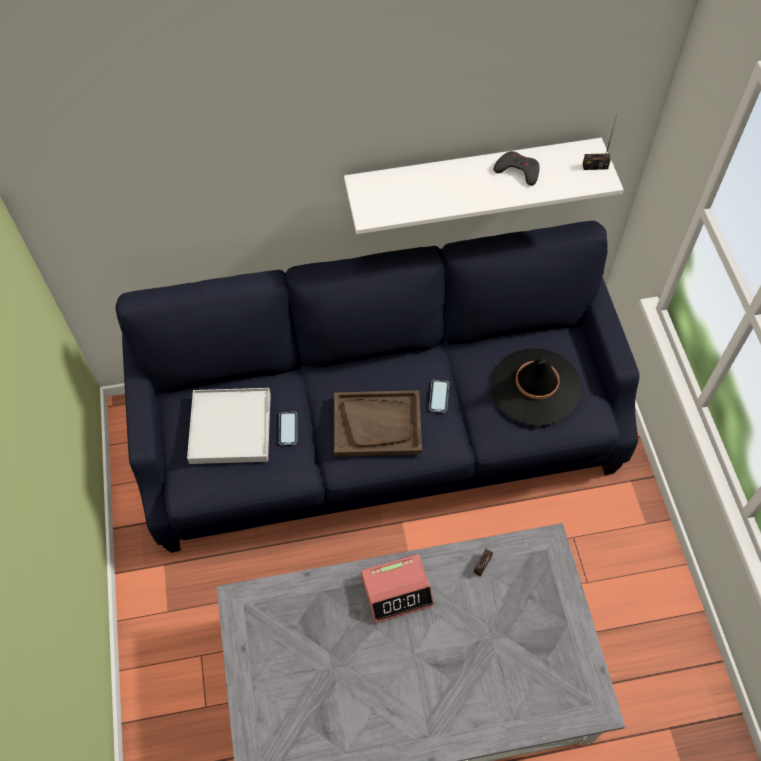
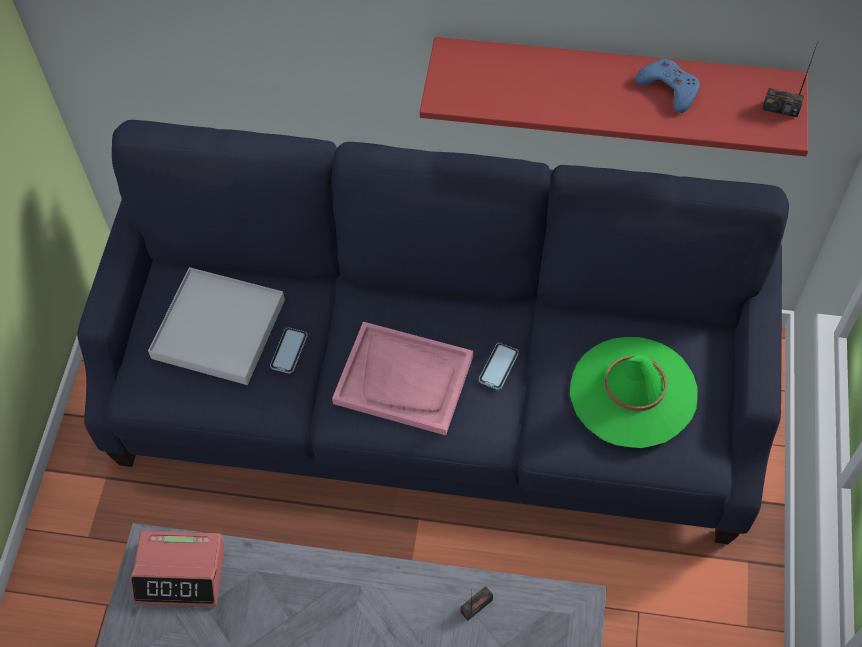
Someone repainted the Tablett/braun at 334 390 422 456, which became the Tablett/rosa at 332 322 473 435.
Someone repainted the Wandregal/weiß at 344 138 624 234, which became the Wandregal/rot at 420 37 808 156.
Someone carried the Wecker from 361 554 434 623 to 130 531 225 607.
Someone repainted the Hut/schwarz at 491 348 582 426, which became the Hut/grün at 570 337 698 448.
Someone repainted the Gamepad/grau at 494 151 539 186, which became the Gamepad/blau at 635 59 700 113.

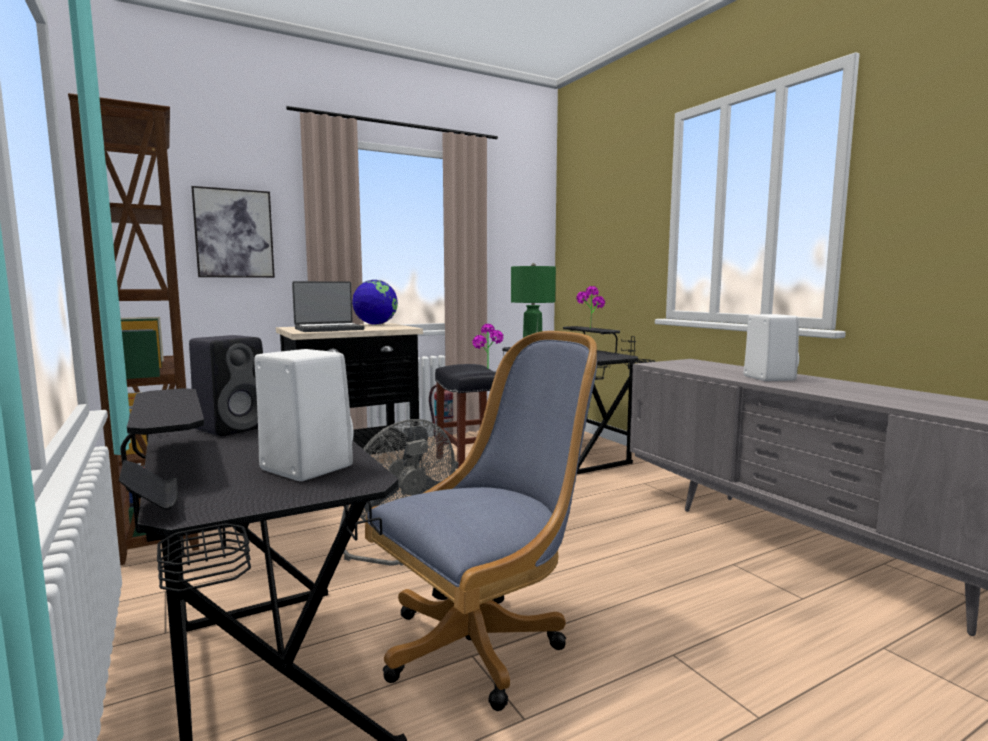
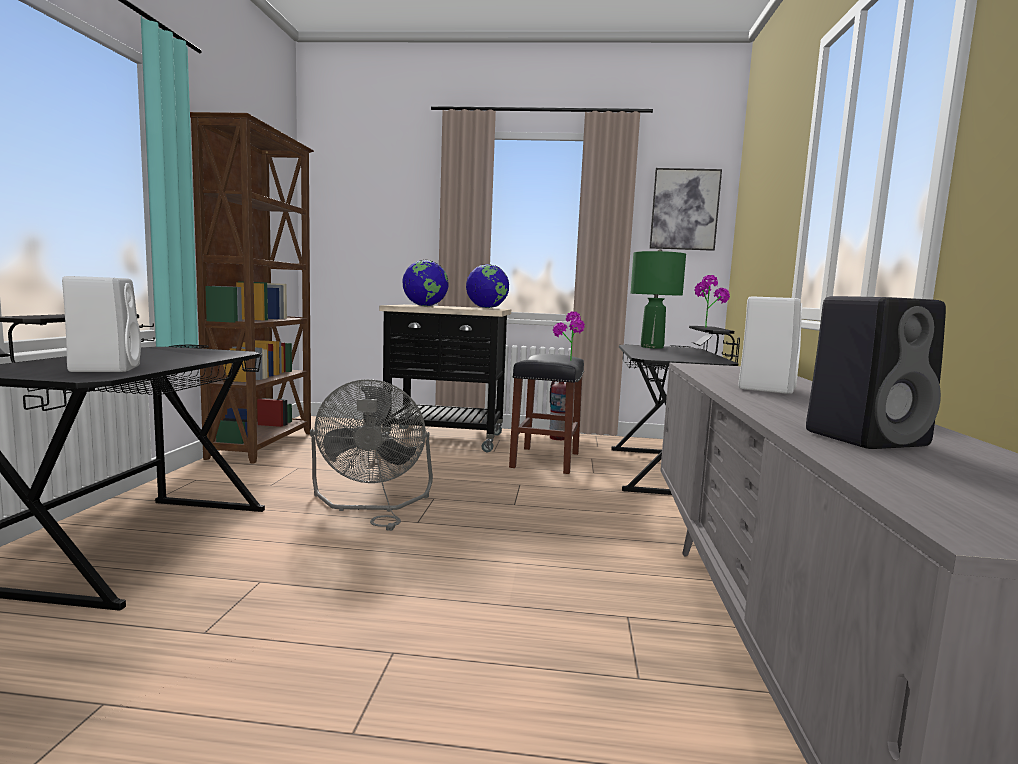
Someone carried the Lautsprecher/schwarz from 189 335 263 436 to 806 296 946 449.
Someone carried the Bild from 191 186 275 278 to 649 168 722 251.
Someone swapped the Laptop at 292 281 365 332 for the Globus at 402 260 449 306.
Someone took away the Bürostuhl/blau at 365 331 597 711.

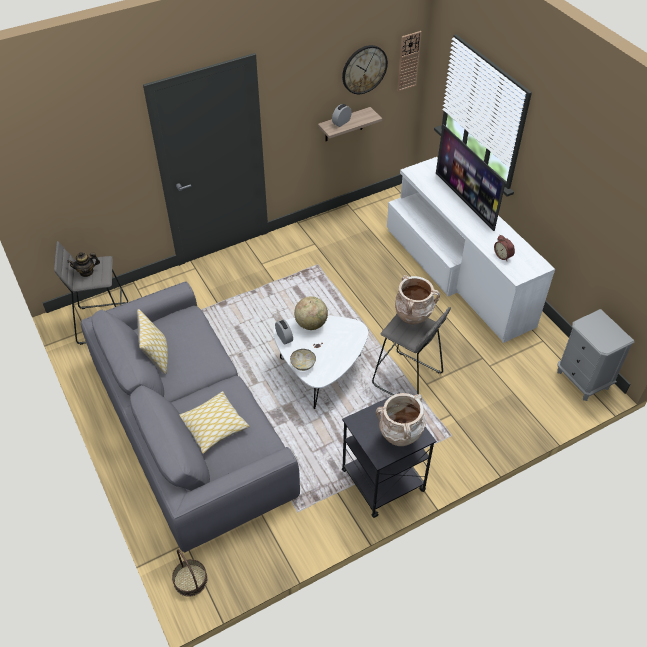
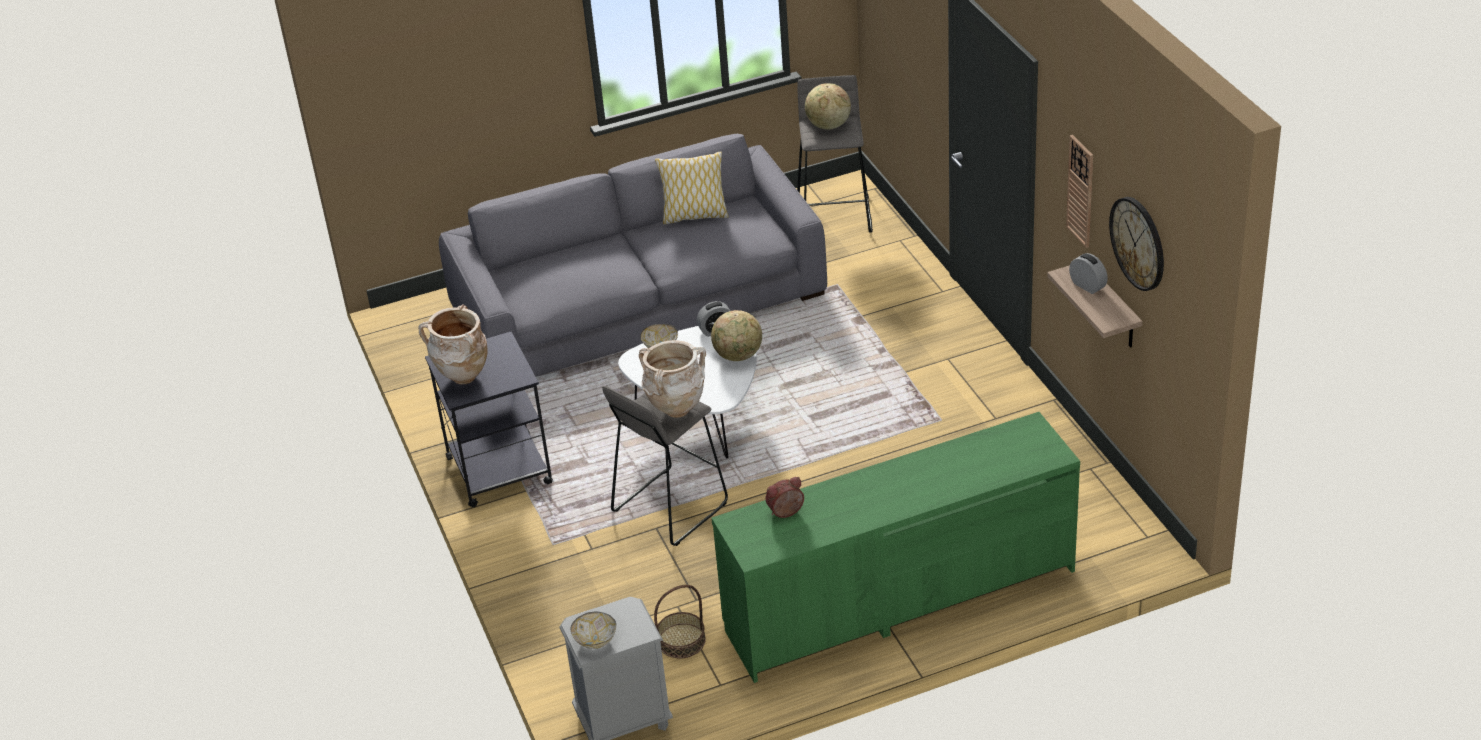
Someone swapped the Teekanne at 67 252 100 277 for the Globus at 805 83 851 129.
Someone carried the Korb from 172 549 208 597 to 654 585 706 658.
Someone took away the Kissen at 180 391 250 454.
Someone repainted the Fernsehschrank/weiß at 387 157 555 343, which became the Fernsehschrank/grün at 711 412 1080 683.
Someone carried the Wanduhr from 397 31 422 91 to 1066 135 1093 248.
Someone took away the Fernseher at 436 124 506 231.
Someone put down the Schüssel at 571 611 616 649.

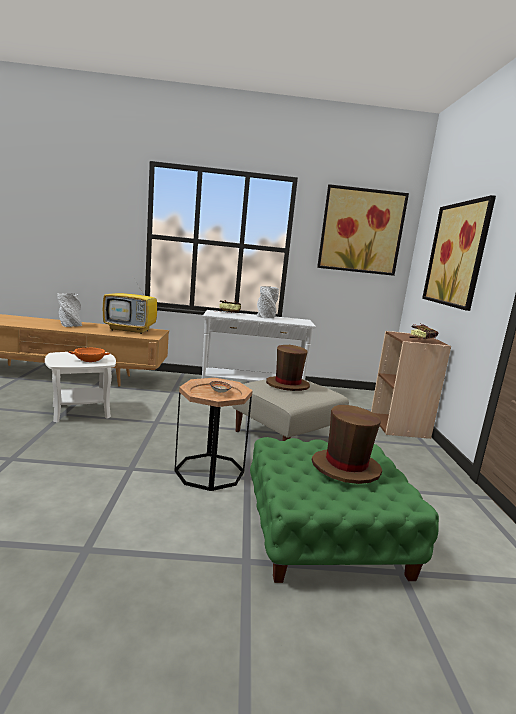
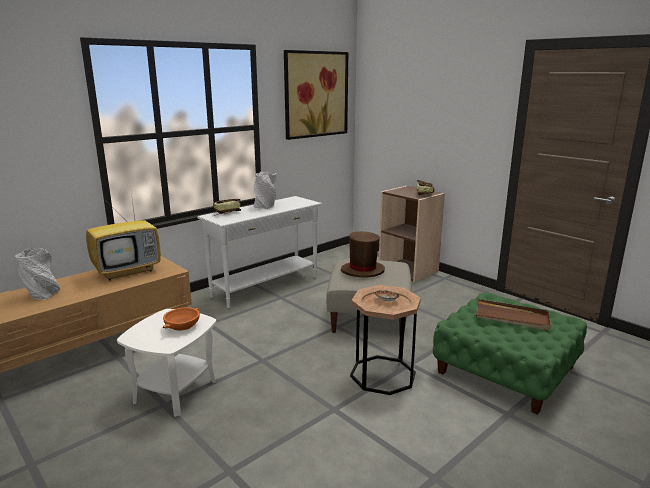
Someone swapped the Hut/braun at 312 405 382 484 for the Tablett/braun at 476 299 551 330.
Someone took away the Bild at 422 195 496 311.

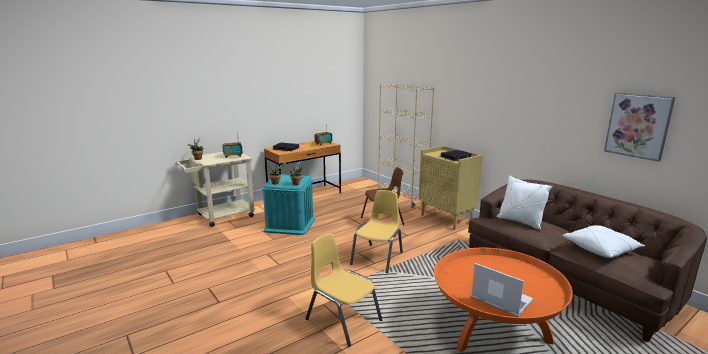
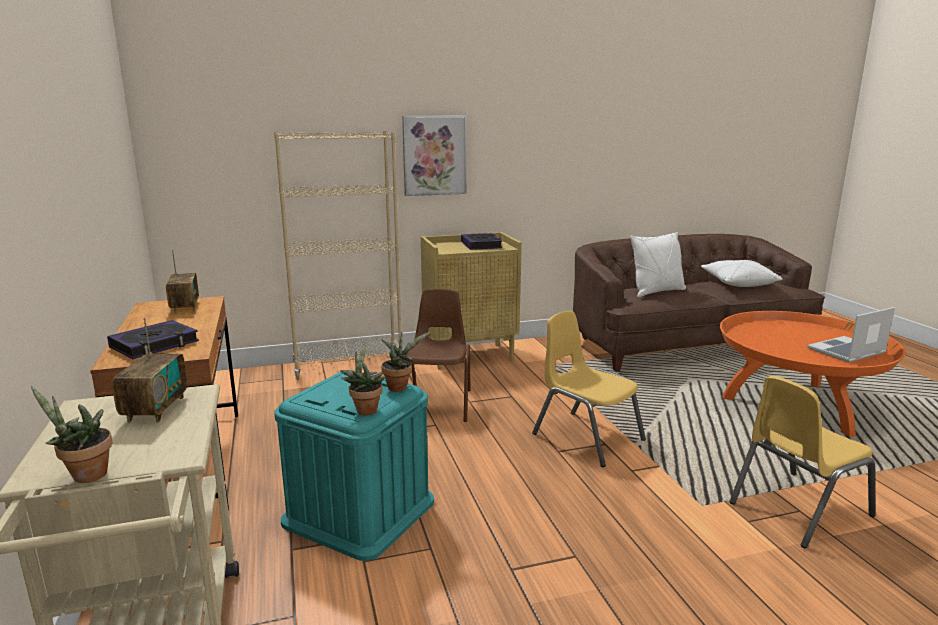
Someone carried the Bild from 604 92 675 162 to 402 115 466 196.

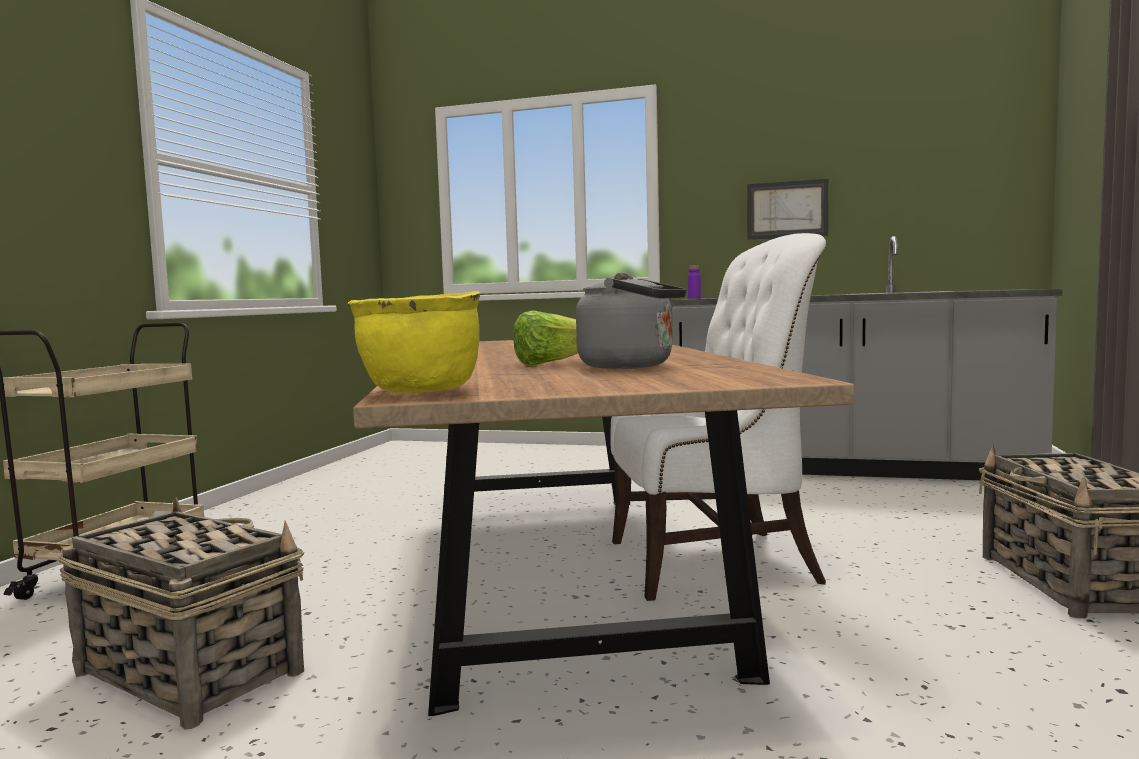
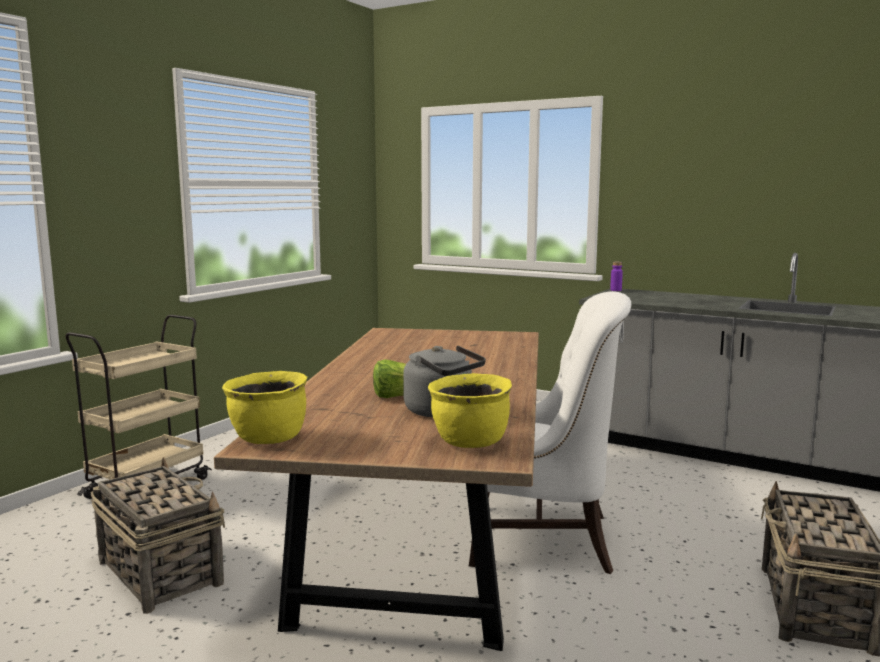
Someone took away the Bild at 747 179 828 240.
Someone put down the Kochtopf/gelb at 428 373 512 448.

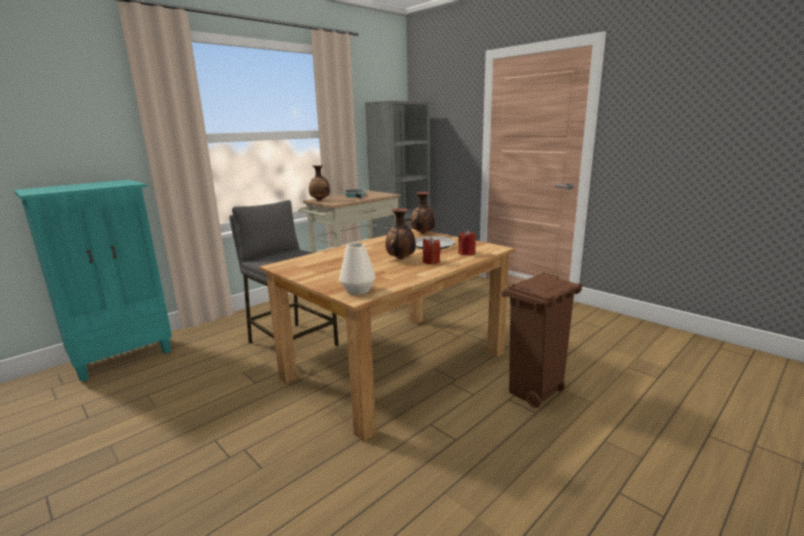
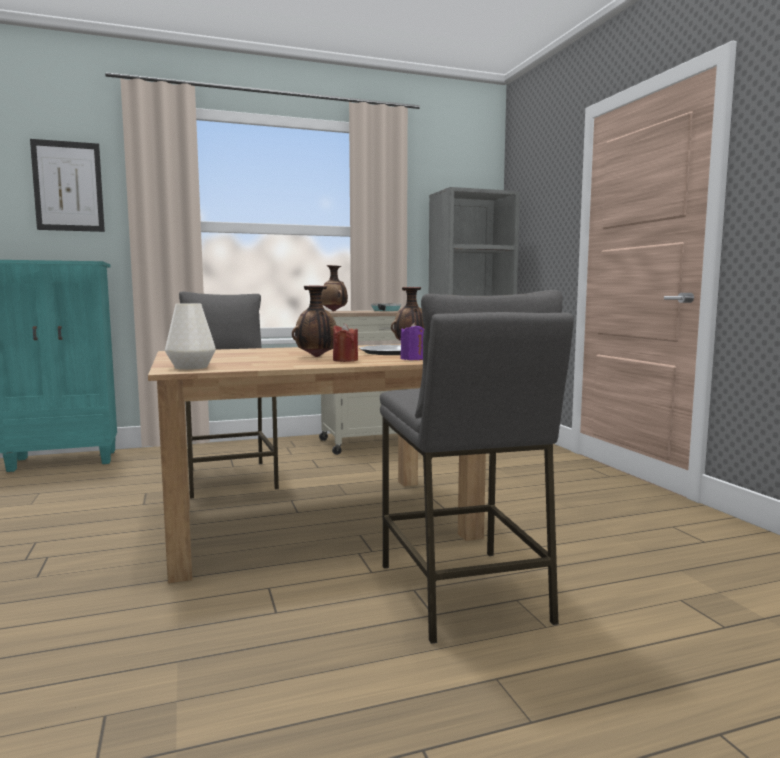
Someone repainted the Kerze/rot at 458 230 476 256, which became the Kerze/lila at 400 323 424 360.
Someone swapped the Mülleimer/braun at 502 272 583 408 for the Hocker/grau at 380 290 574 644.
Someone put up the Bild at 30 139 105 232.

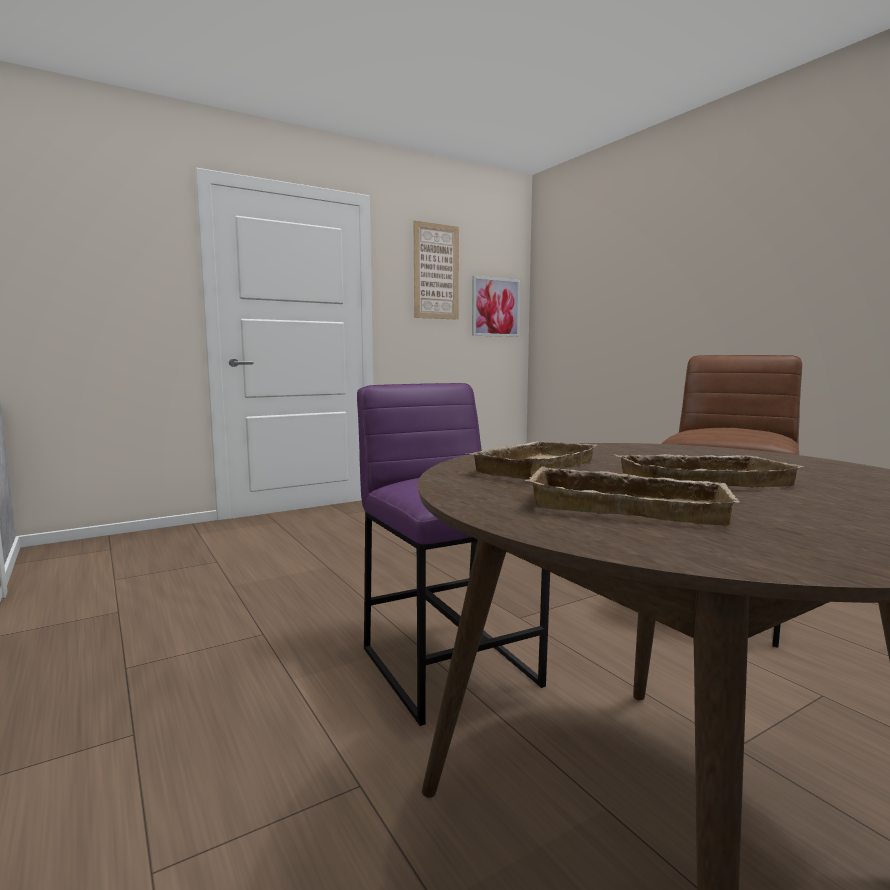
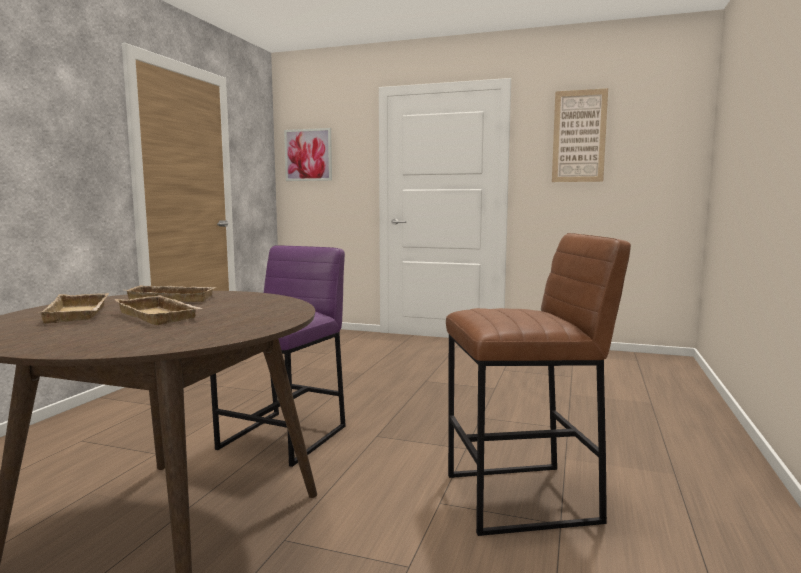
Someone carried the Bild from 472 276 520 337 to 284 128 332 181.

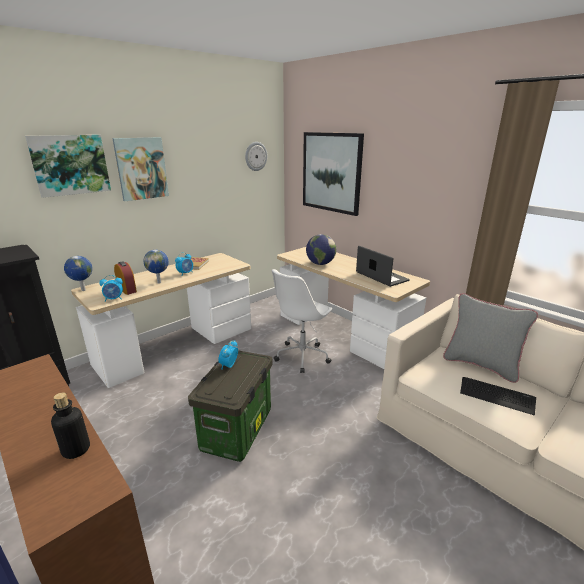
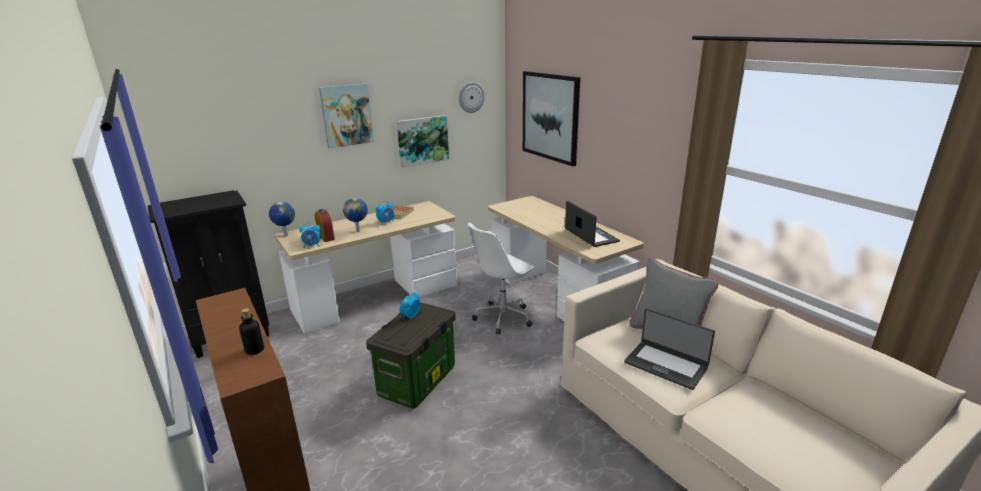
Someone carried the Bild from 25 135 111 198 to 397 115 449 168.
Someone took away the Globus at 306 234 336 265.
Someone swapped the Tastatur at 460 377 536 415 for the Laptop at 624 308 715 390.

